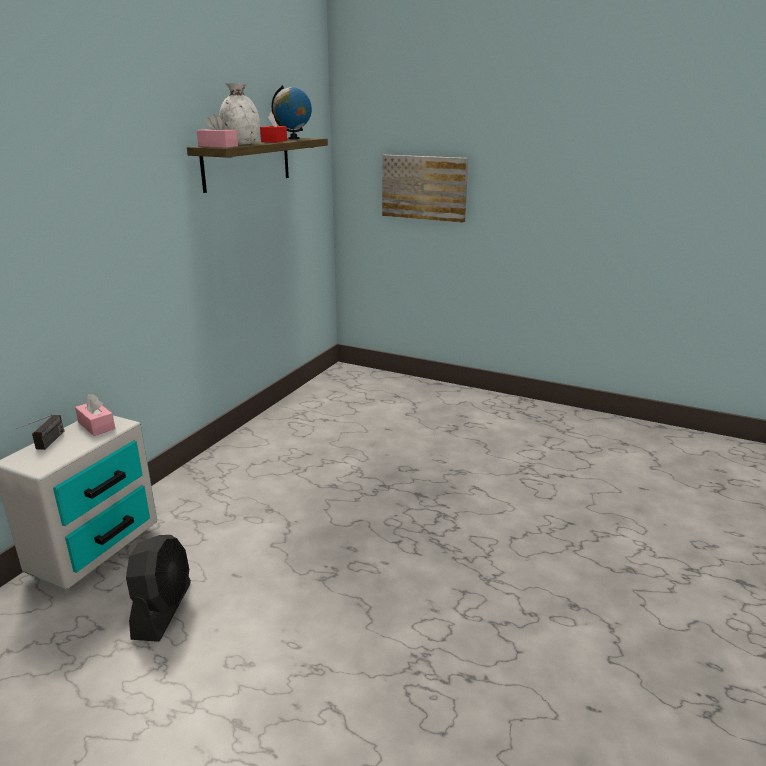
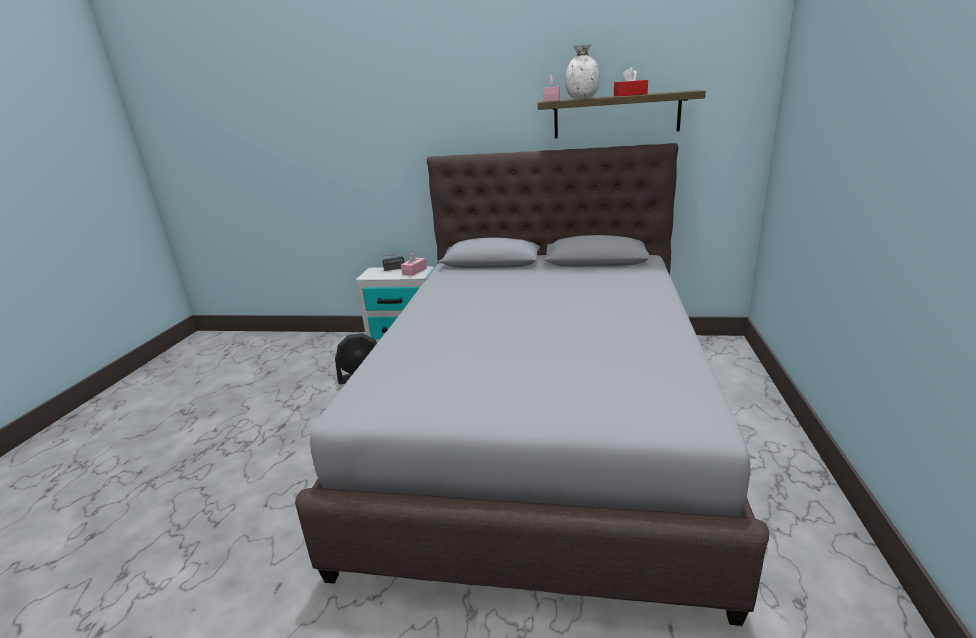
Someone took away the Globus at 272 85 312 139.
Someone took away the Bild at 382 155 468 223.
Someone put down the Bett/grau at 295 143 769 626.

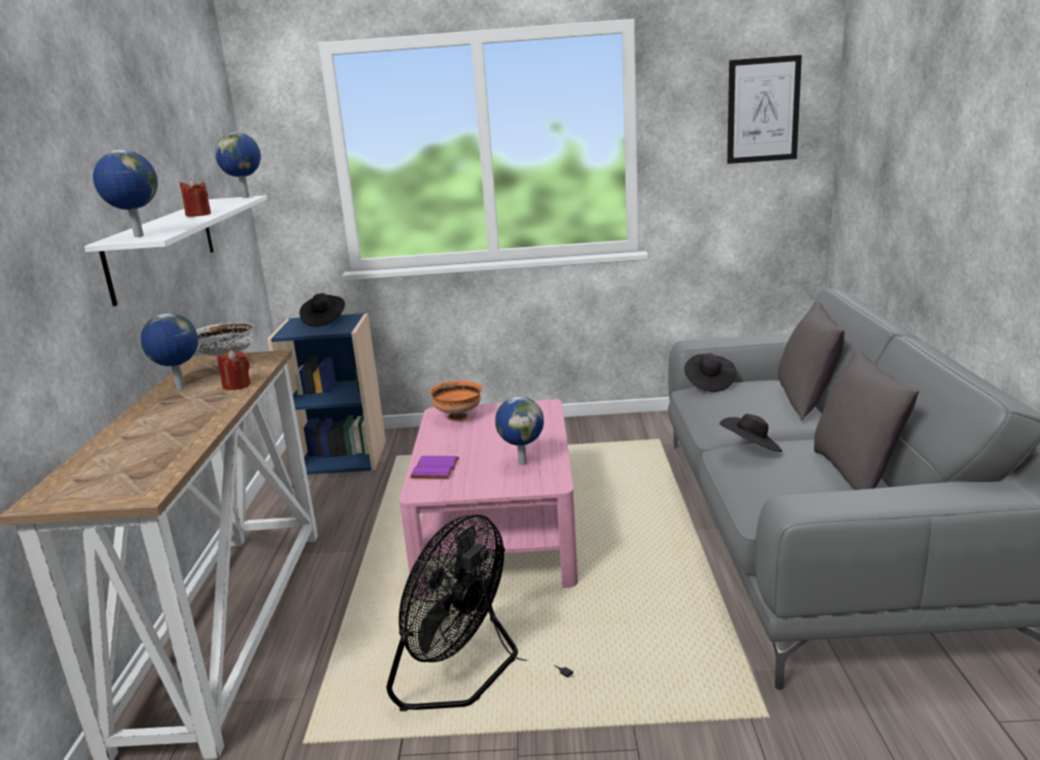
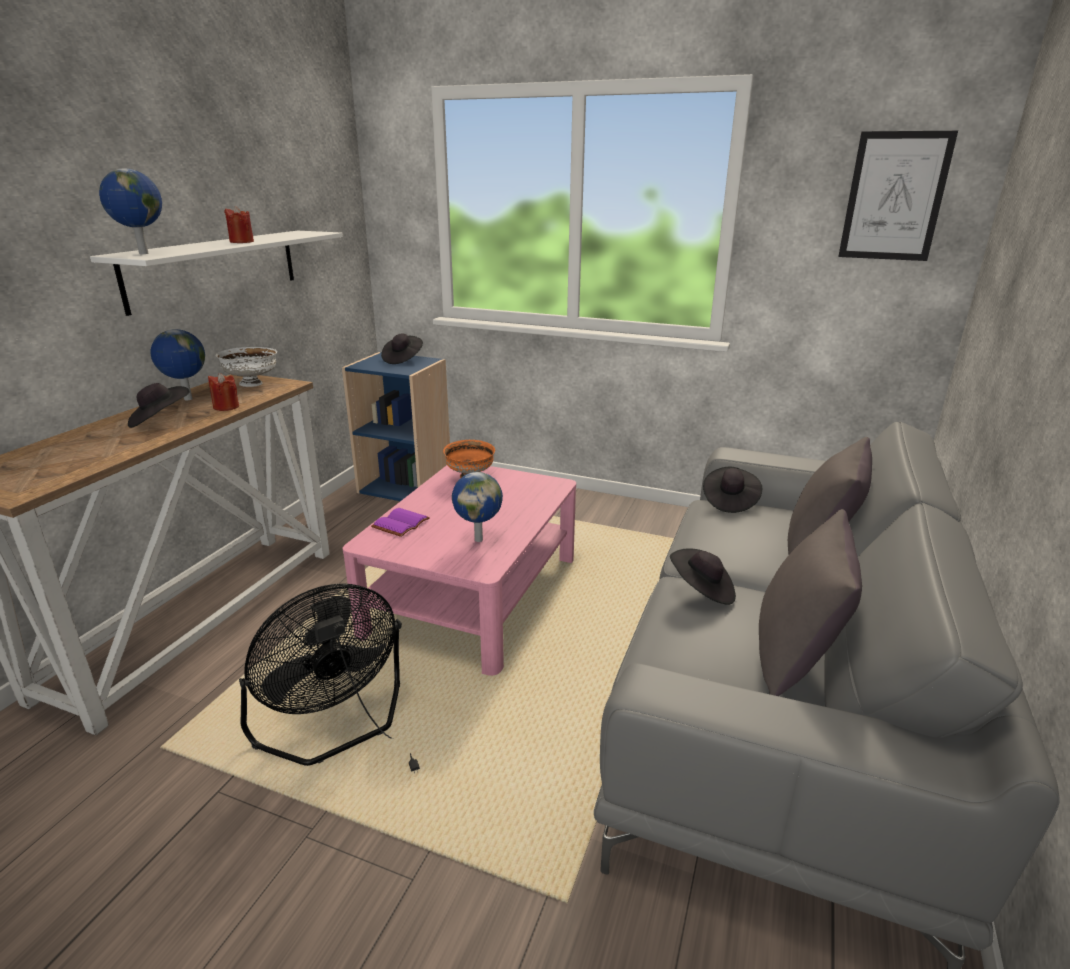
Someone took away the Globus at 215 132 261 198.
Someone put down the Hut/schwarz at 128 383 190 428.

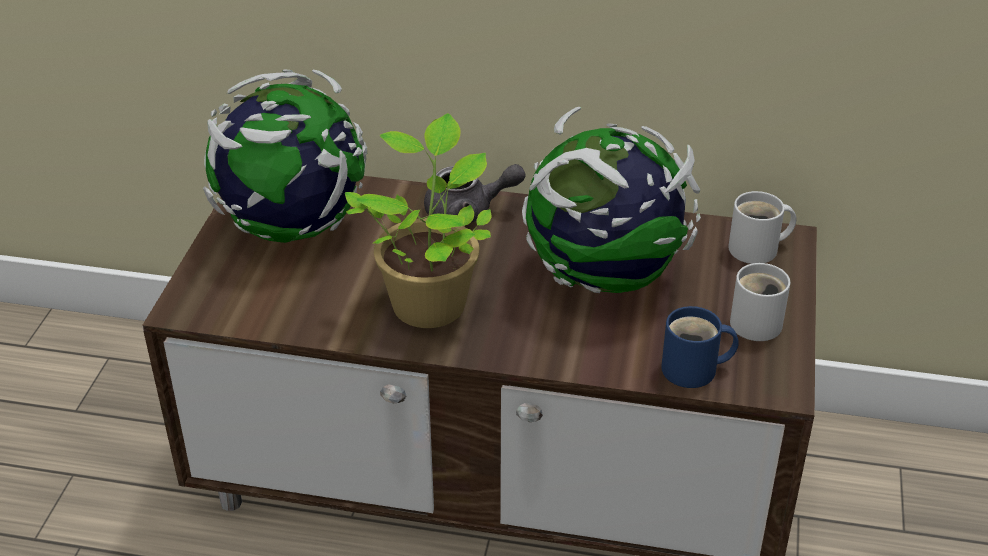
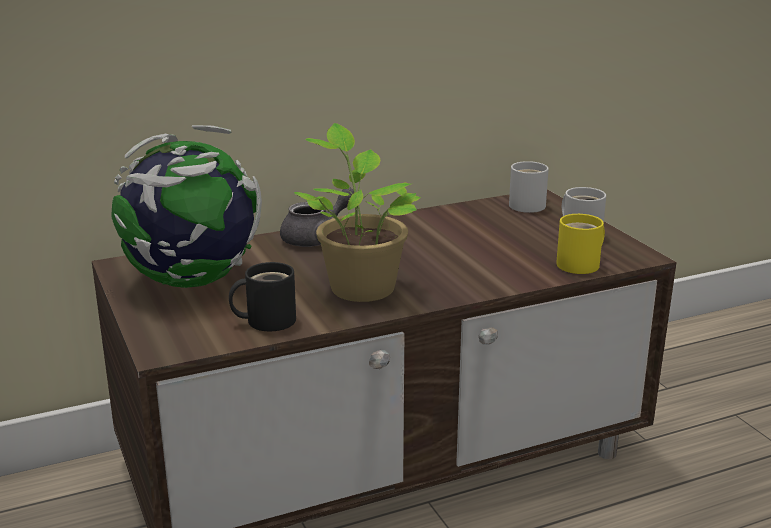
Someone took away the Globus at 522 107 701 293.
Someone repainted the Henkelbecher/blau at 661 306 739 388, which became the Henkelbecher/gelb at 556 214 605 274.
Someone put down the Henkelbecher/schwarz at 229 262 296 331.

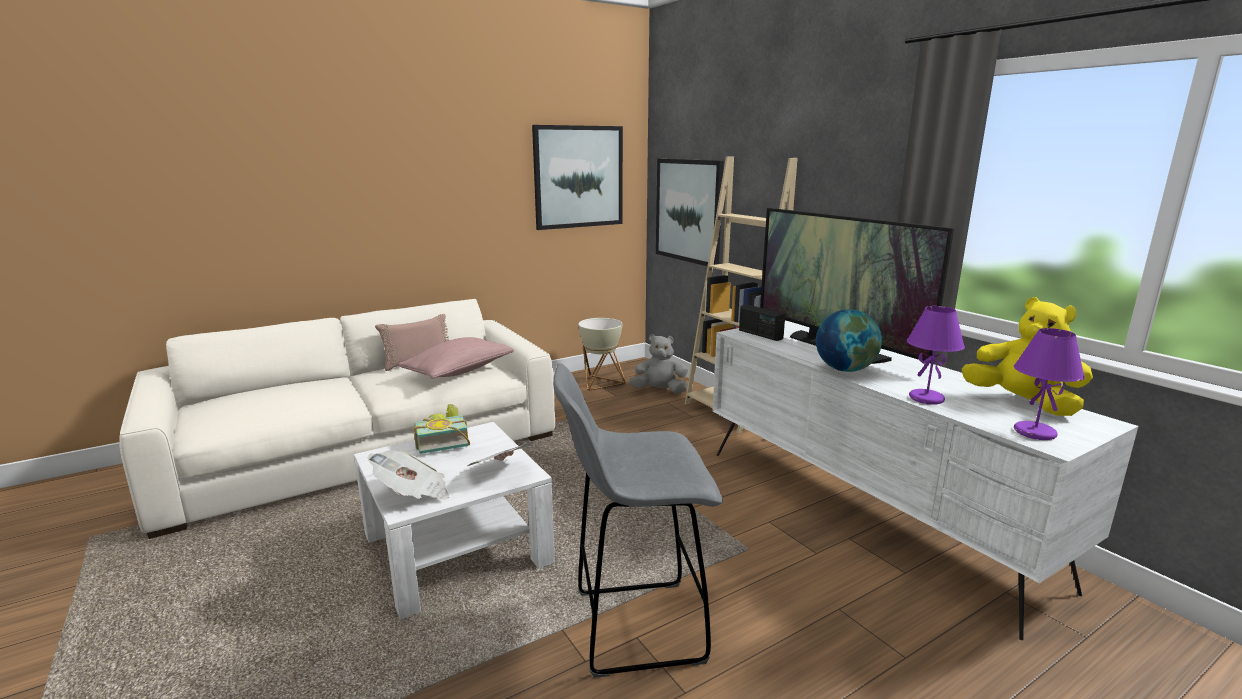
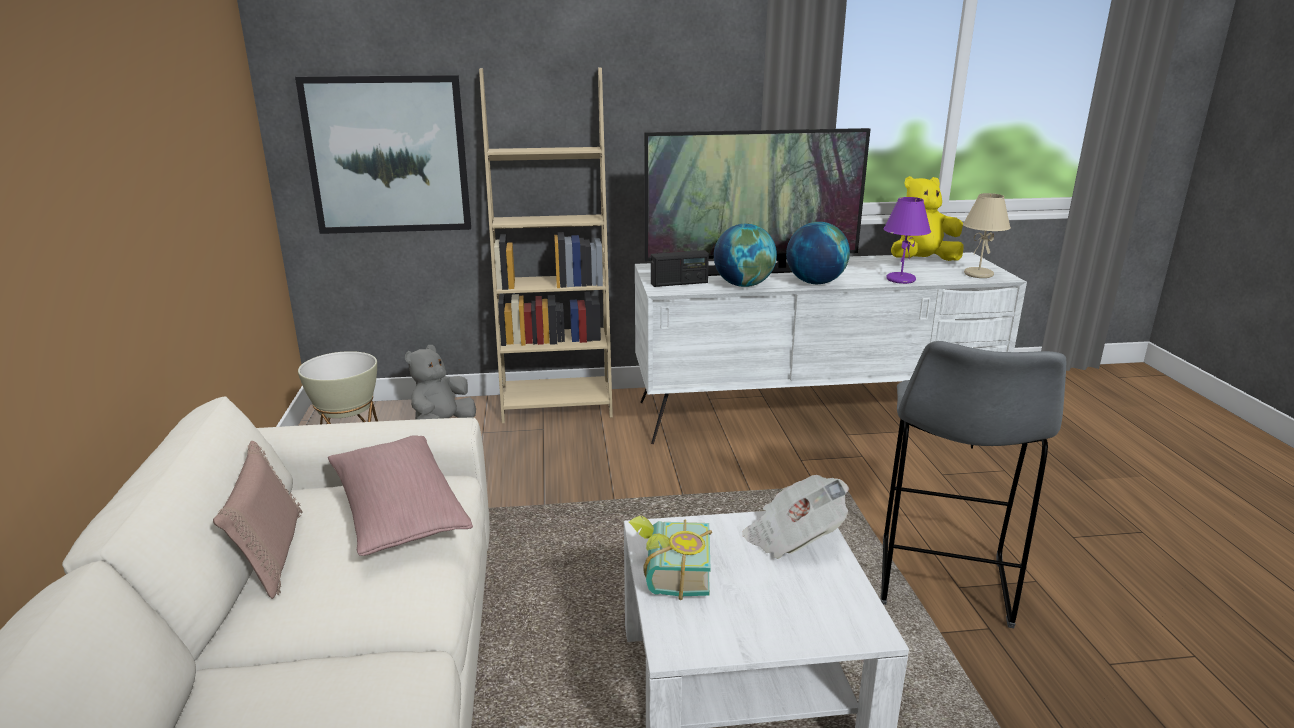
Someone took away the Zeitung at 367 450 449 499.
Someone took away the Bild at 532 125 623 230.
Someone repainted the Tischlampe/lila at 1014 328 1085 440, which became the Tischlampe/beige at 963 193 1011 278.
Someone put down the Globus at 714 224 777 287.

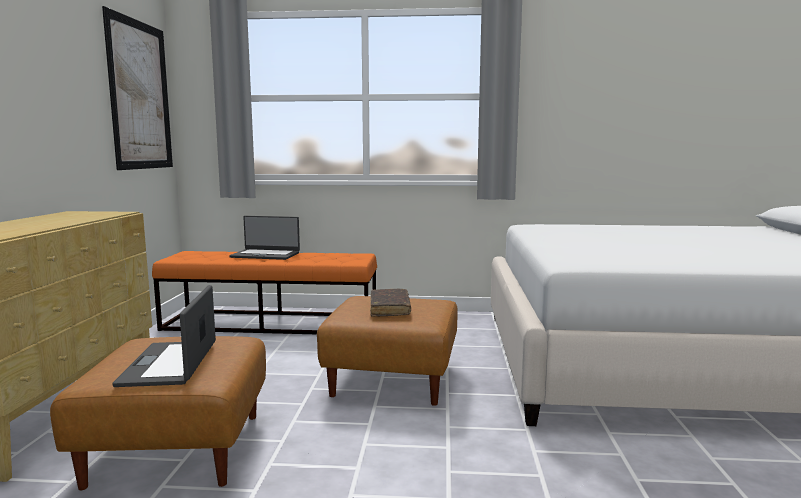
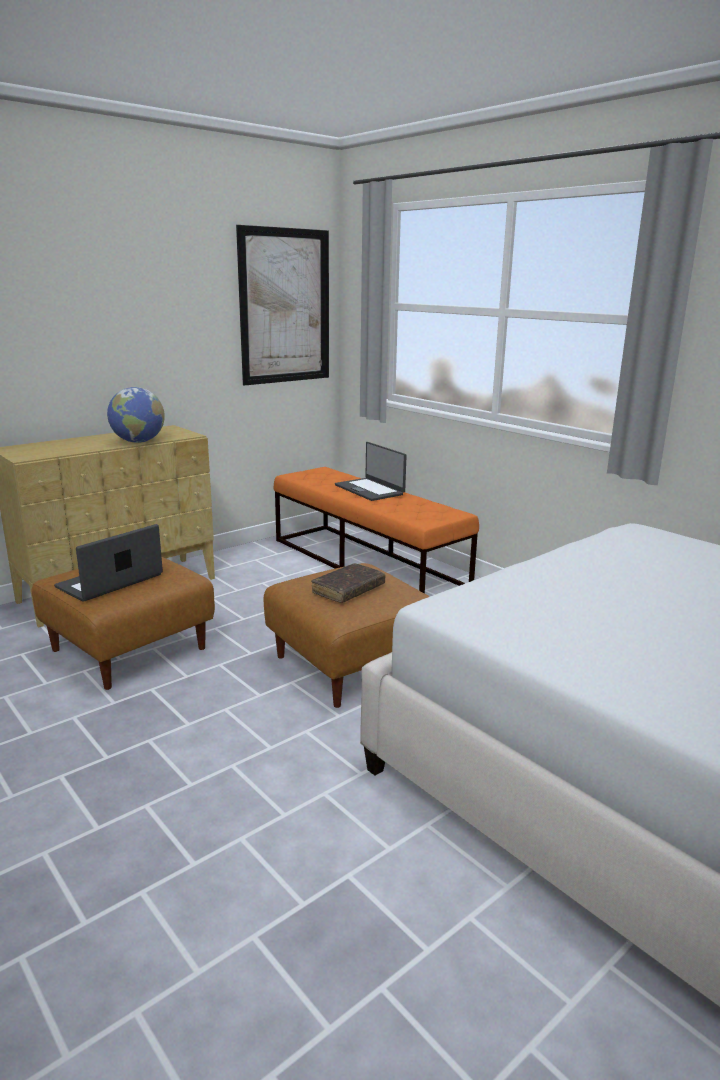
Someone put down the Globus at 107 387 165 443.

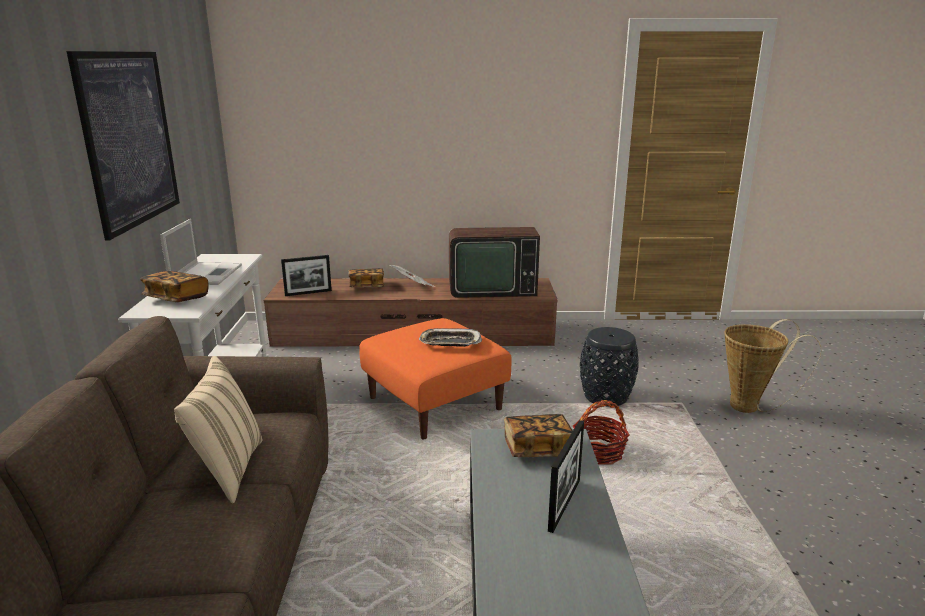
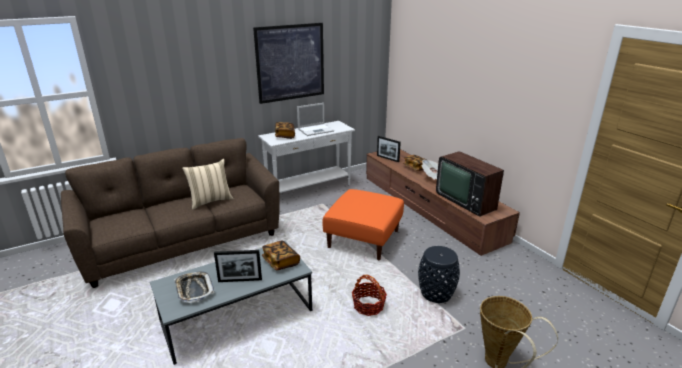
Someone carried the Tablett from 419 328 482 347 to 174 271 214 303.

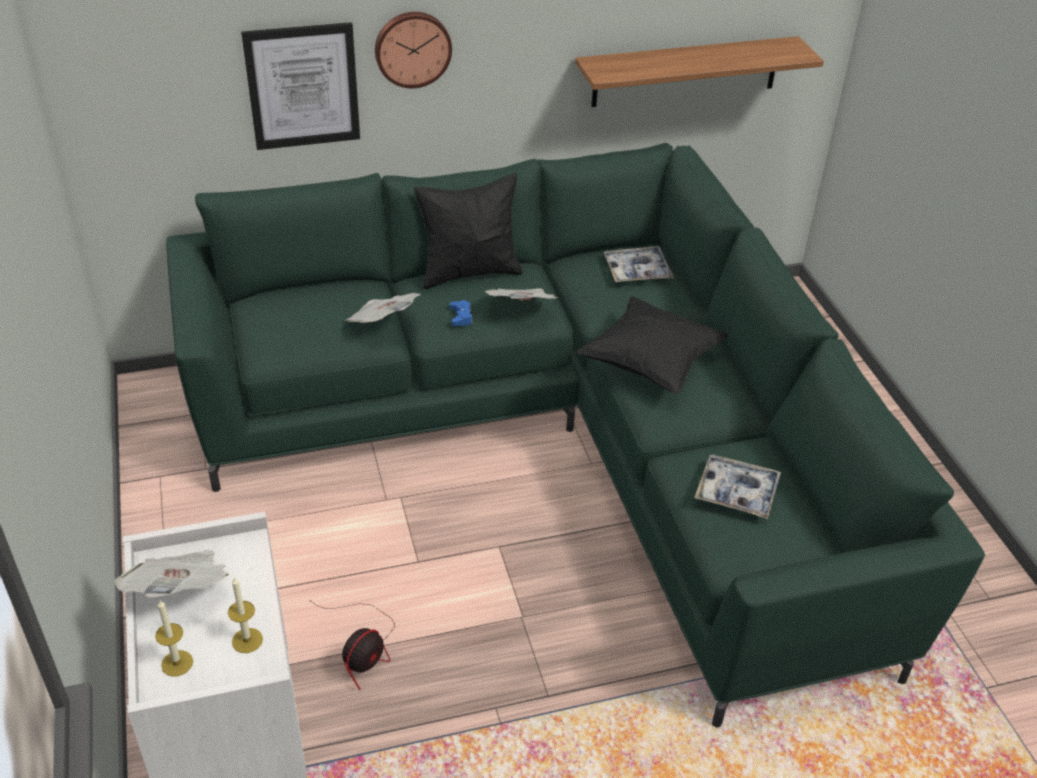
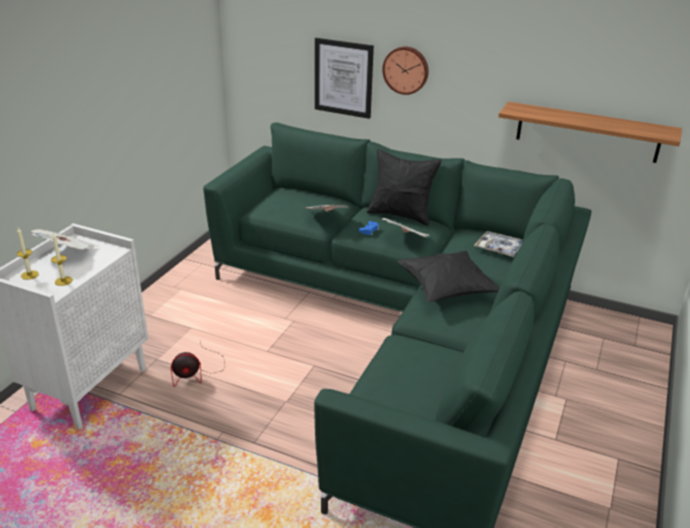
Someone took away the Tablett at 694 455 781 519.

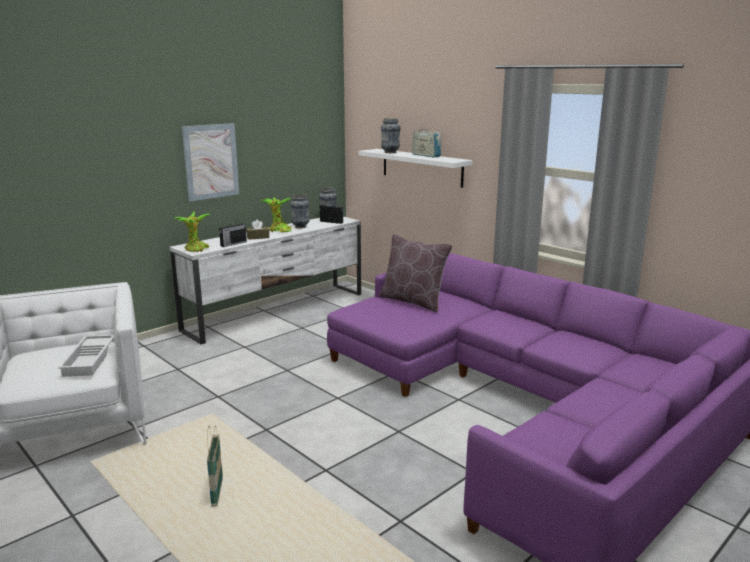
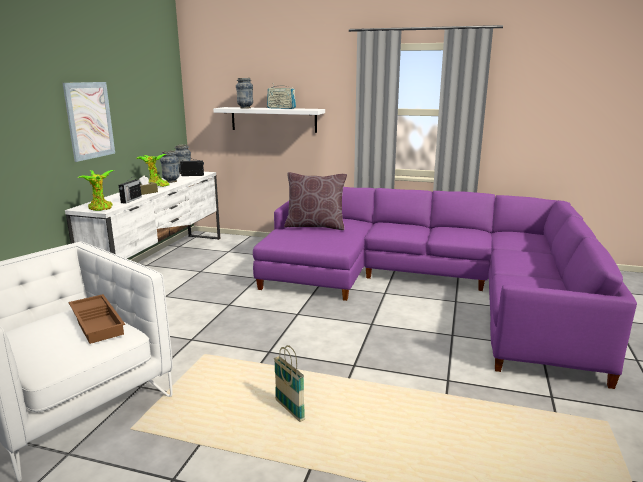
Someone repainted the Tablett/weiß at 58 335 115 377, which became the Tablett/braun at 69 294 125 344.

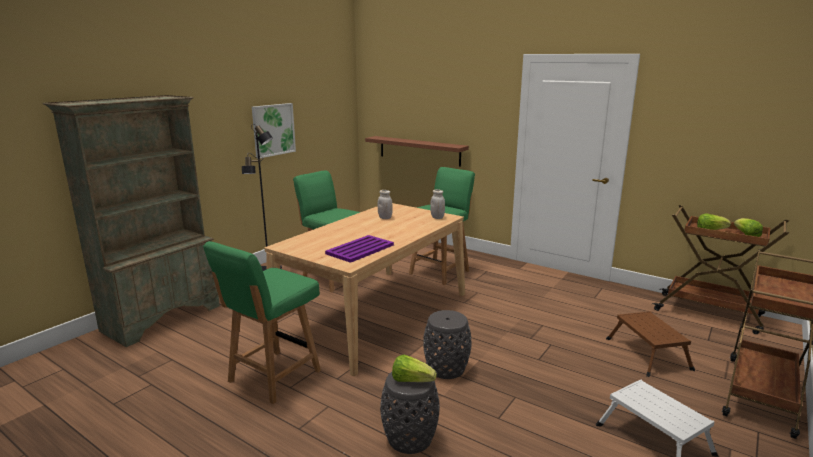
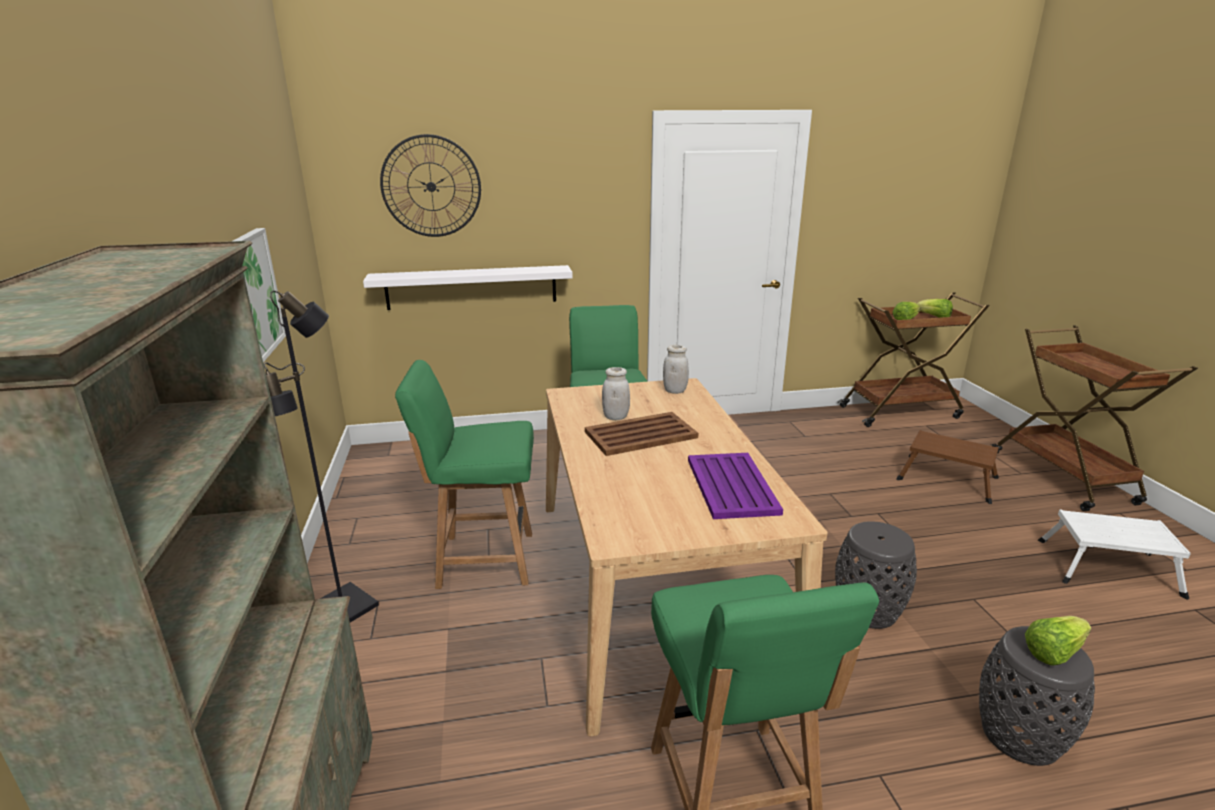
Someone repainted the Wandregal/braun at 365 136 469 167, which became the Wandregal/weiß at 363 265 573 310.
Someone put up the Wanduhr at 380 134 481 237.
Someone put down the Tablett/braun at 585 412 699 456.

